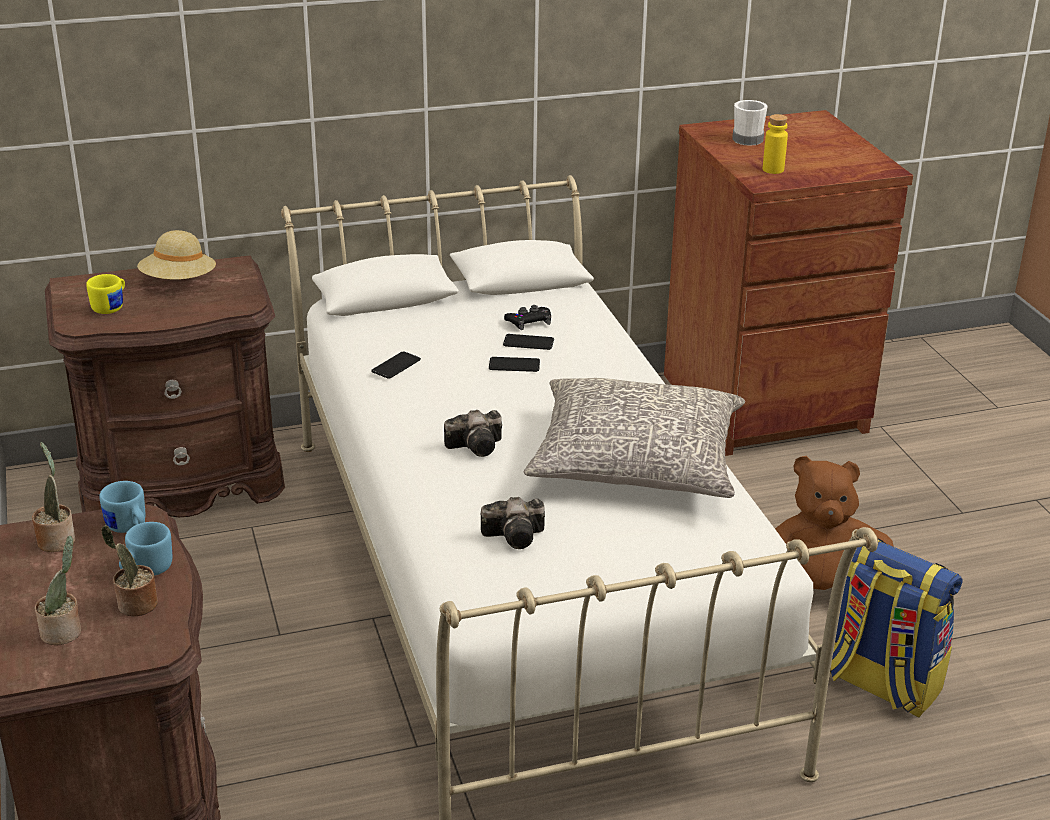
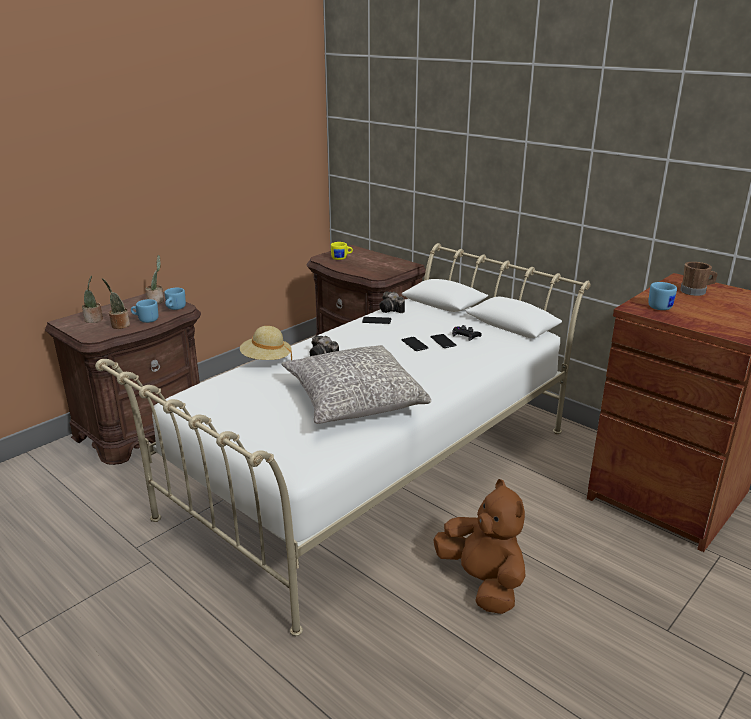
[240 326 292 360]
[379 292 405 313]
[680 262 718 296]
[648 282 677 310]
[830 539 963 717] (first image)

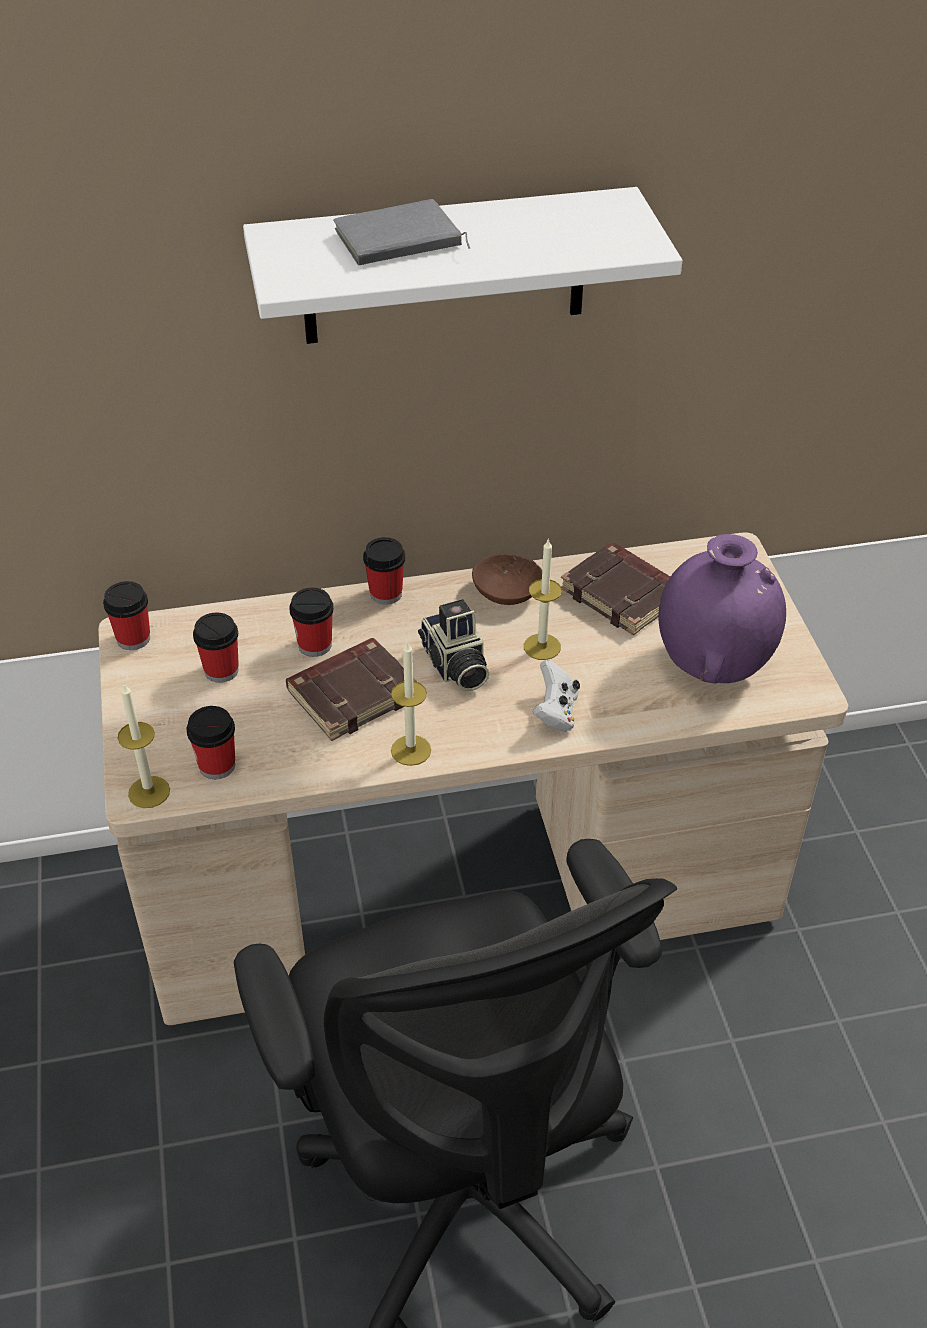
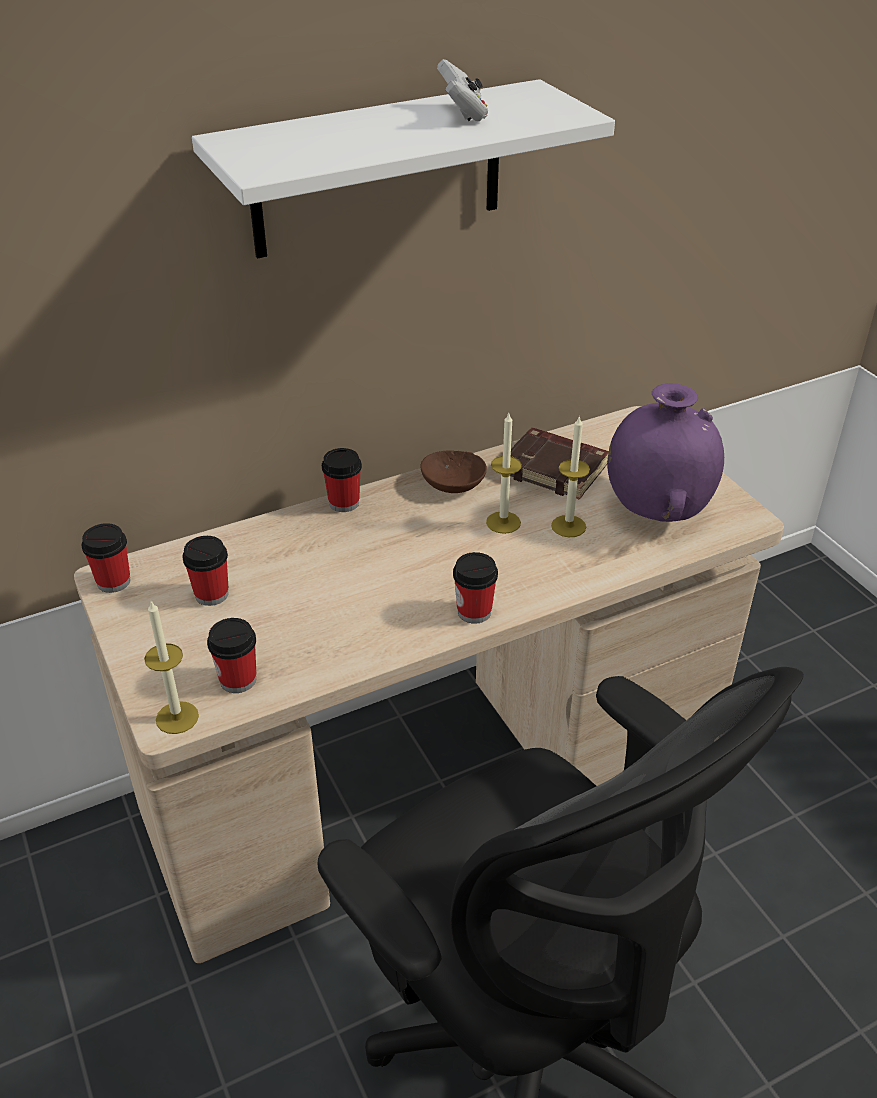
[286 638 417 741] (first image)
[453 552 498 624]
[333 199 470 265] (first image)
[551 415 590 537]
[418 599 489 691] (first image)
[437 59 488 121]

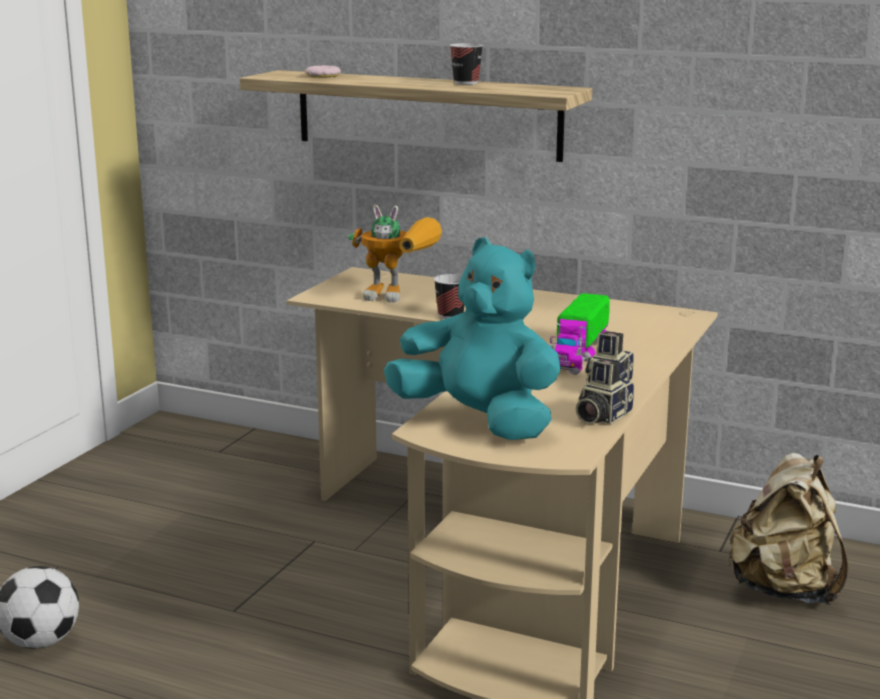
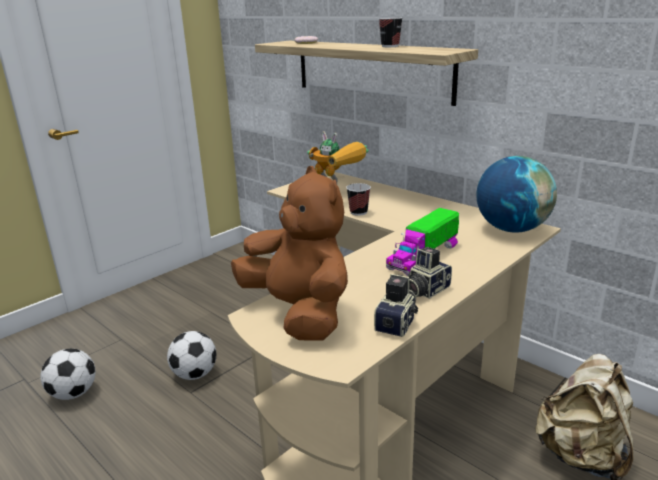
[231 166 348 341]
[374 274 418 337]
[167 331 217 380]
[476 156 557 233]

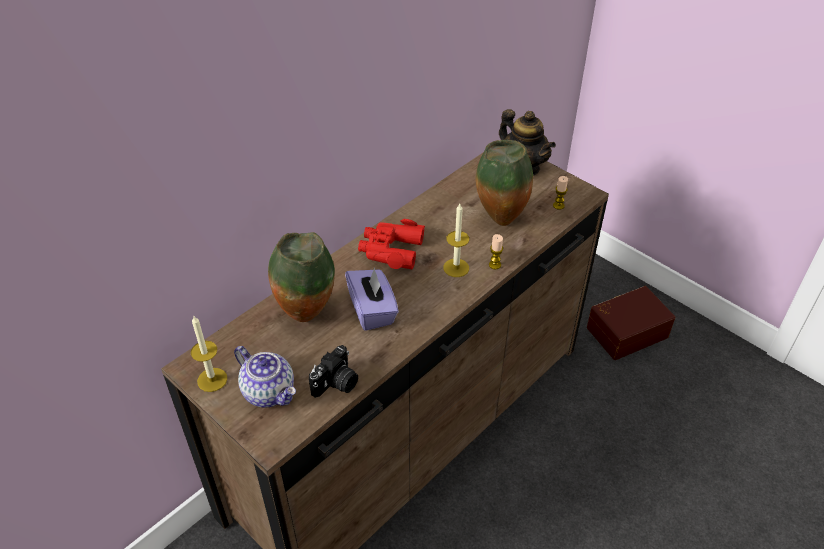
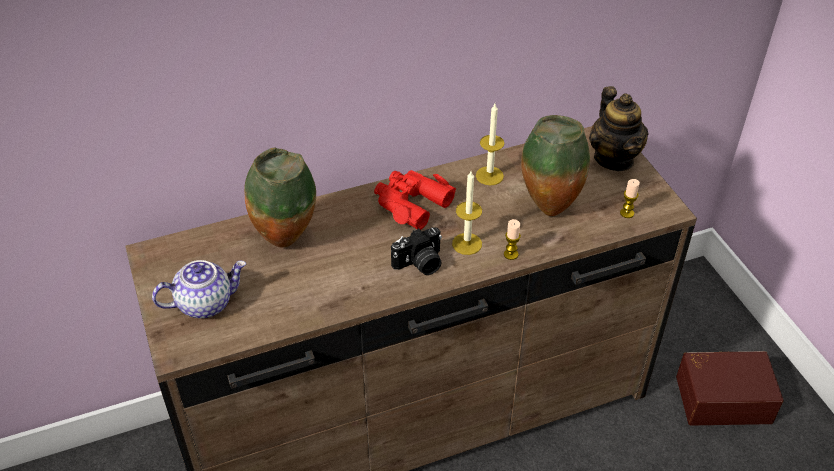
[476 104 504 185]
[152 260 246 318]
[391 227 442 275]
[345 267 399 331] (first image)

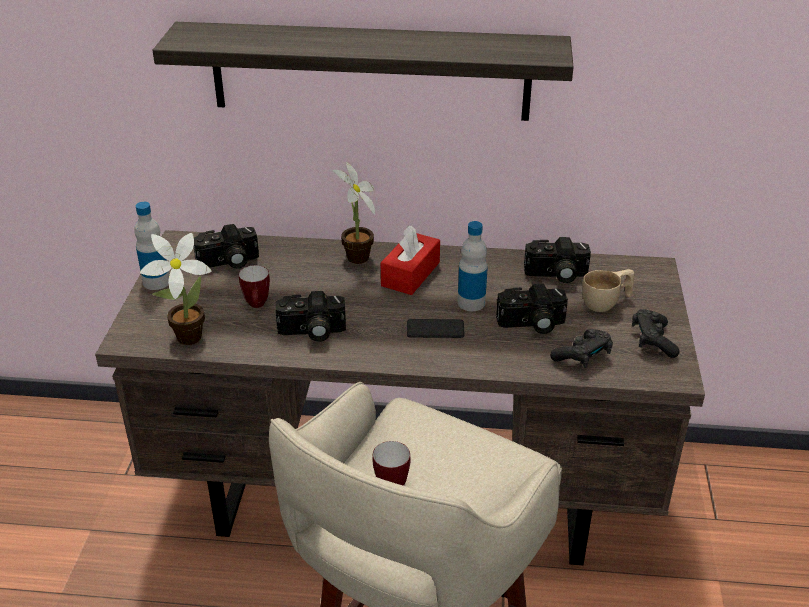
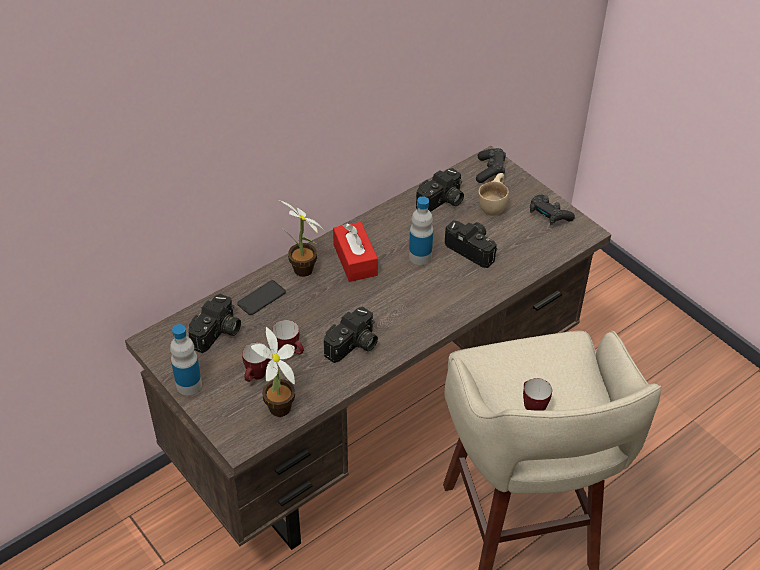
[152 22 573 121] (first image)
[237 280 286 315]
[445 220 497 268]
[476 148 506 183]
[242 343 270 382]

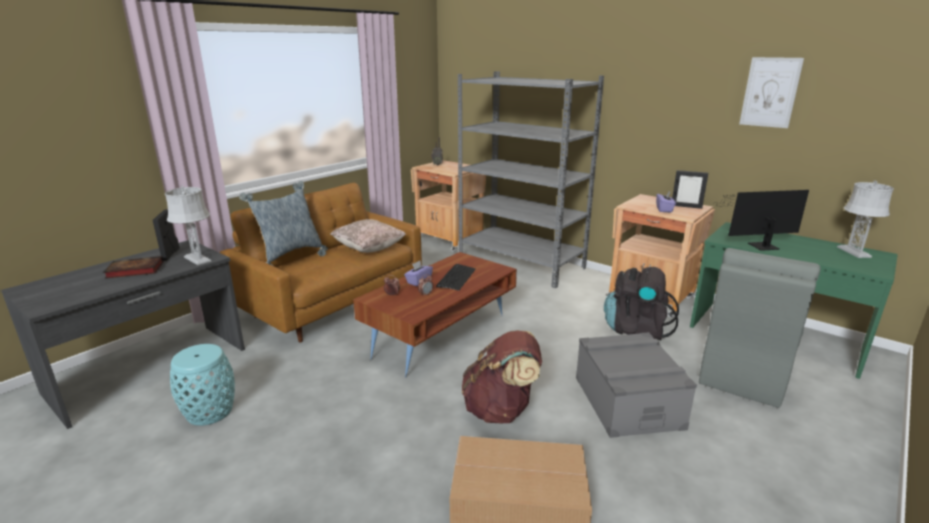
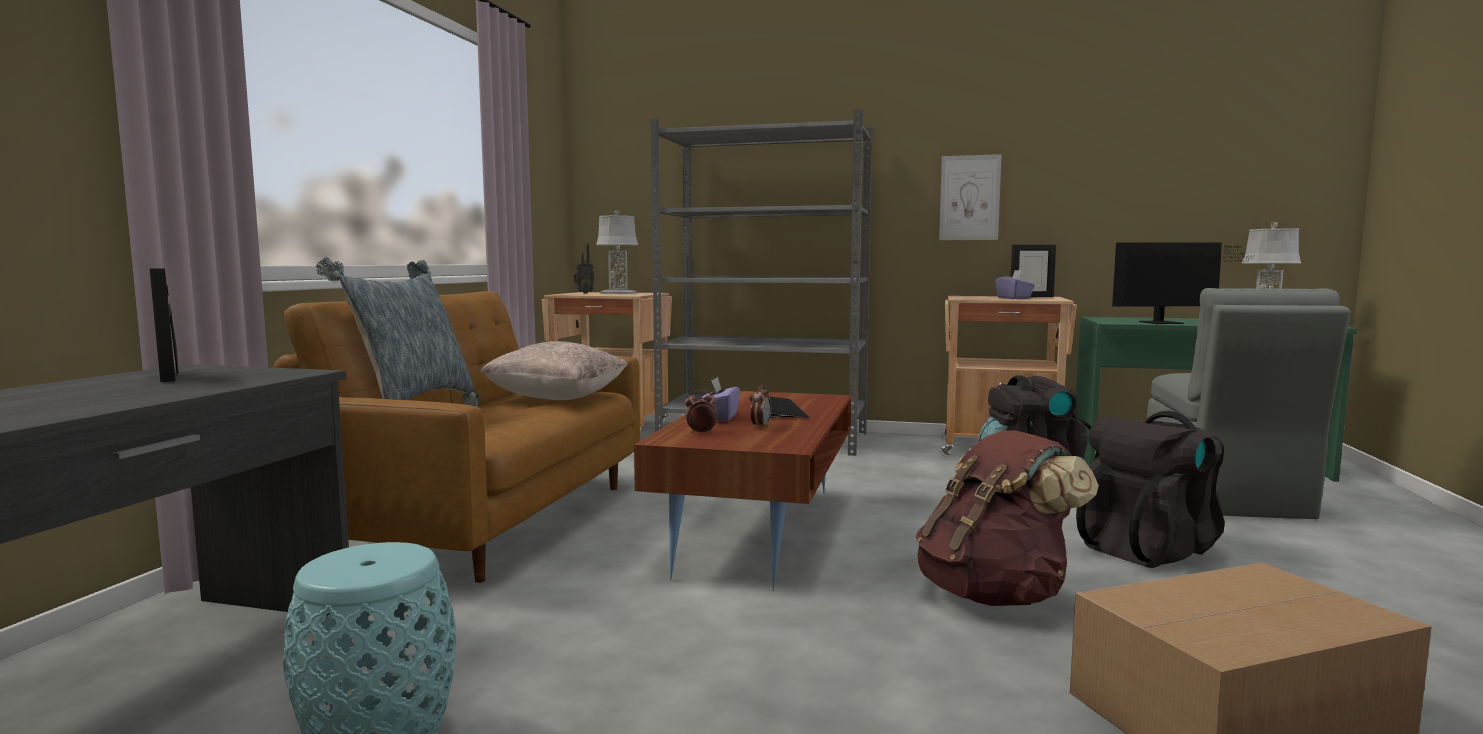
[103 256 164 279] (first image)
[596 210 638 294]
[1076 411 1225 568]
[1112 242 1254 324]
[939 154 1002 240]

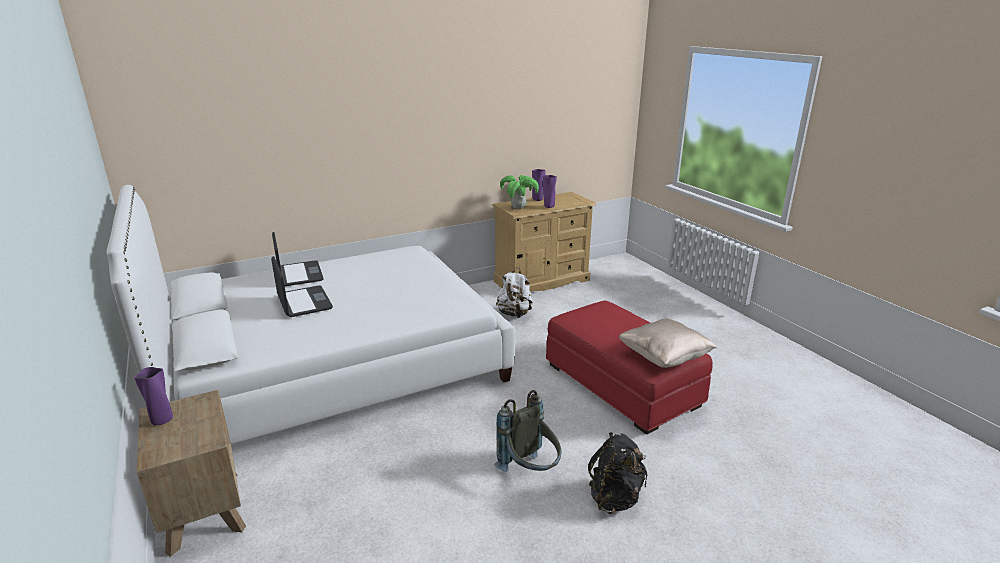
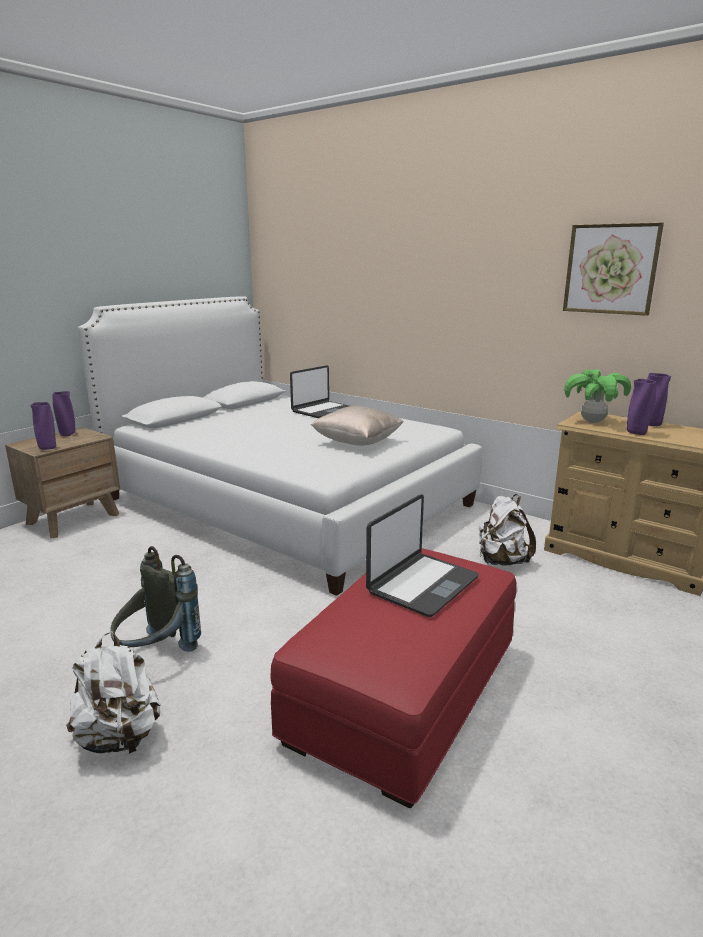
[366 494 479 617]
[66 632 161 754]
[311 406 404 446]
[30 402 56 450]
[563 223 664 316]

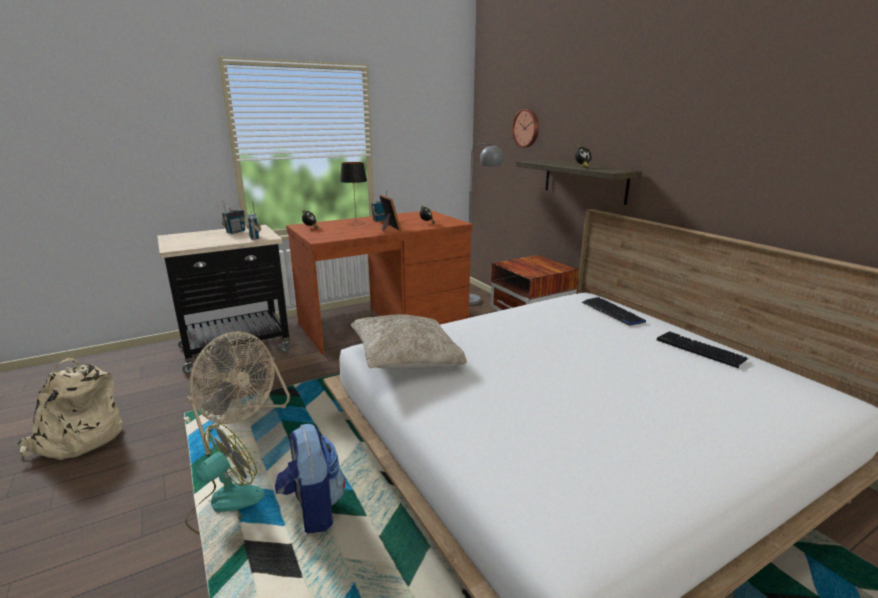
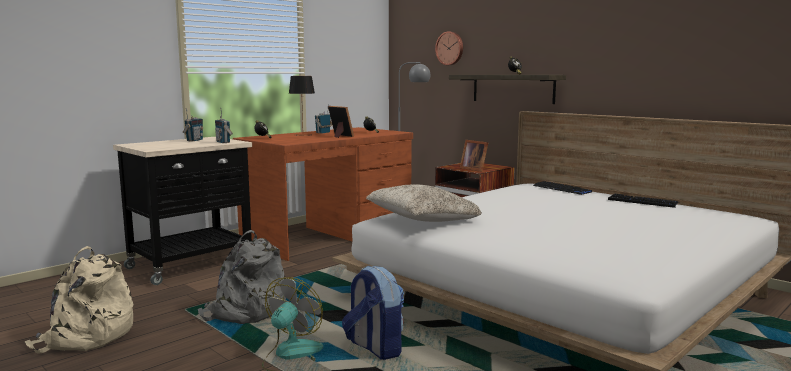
[198 230 286 324]
[460 140 488 172]

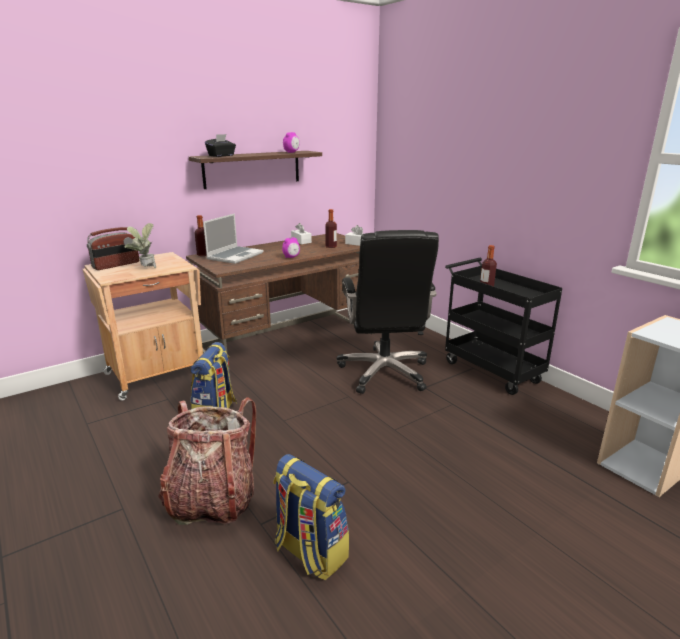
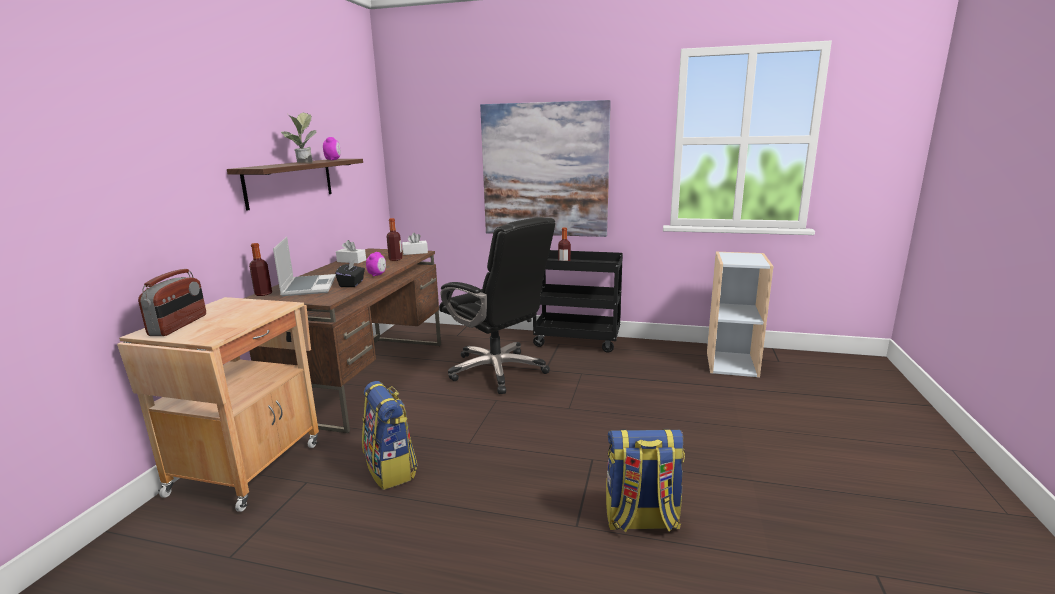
[281 113 317 163]
[158 397 256 525] (first image)
[335 260 365 287]
[480 100 611 237]

